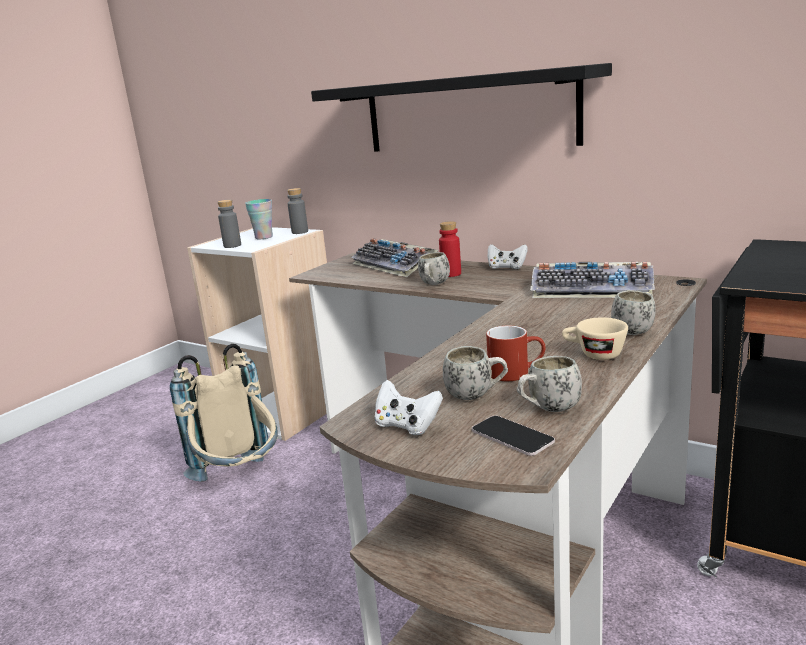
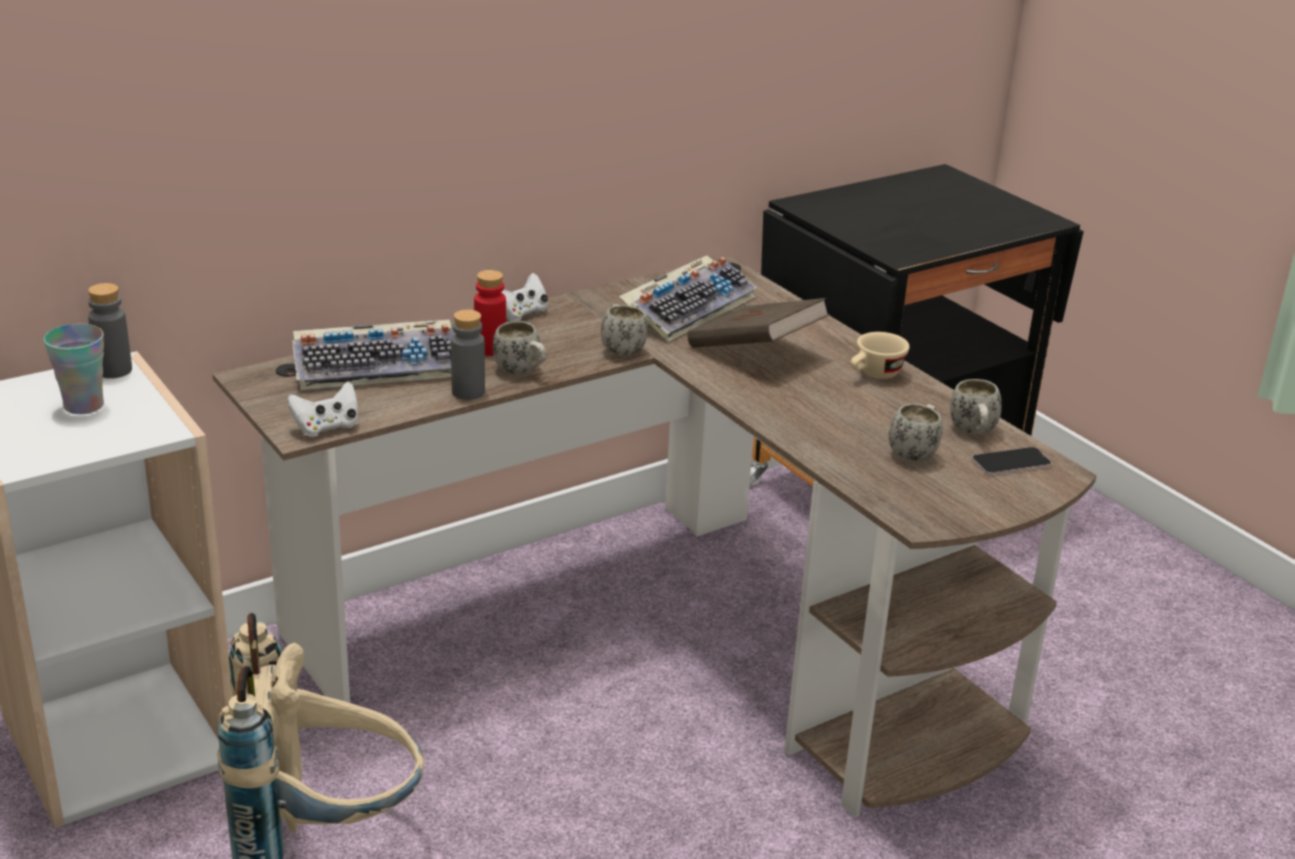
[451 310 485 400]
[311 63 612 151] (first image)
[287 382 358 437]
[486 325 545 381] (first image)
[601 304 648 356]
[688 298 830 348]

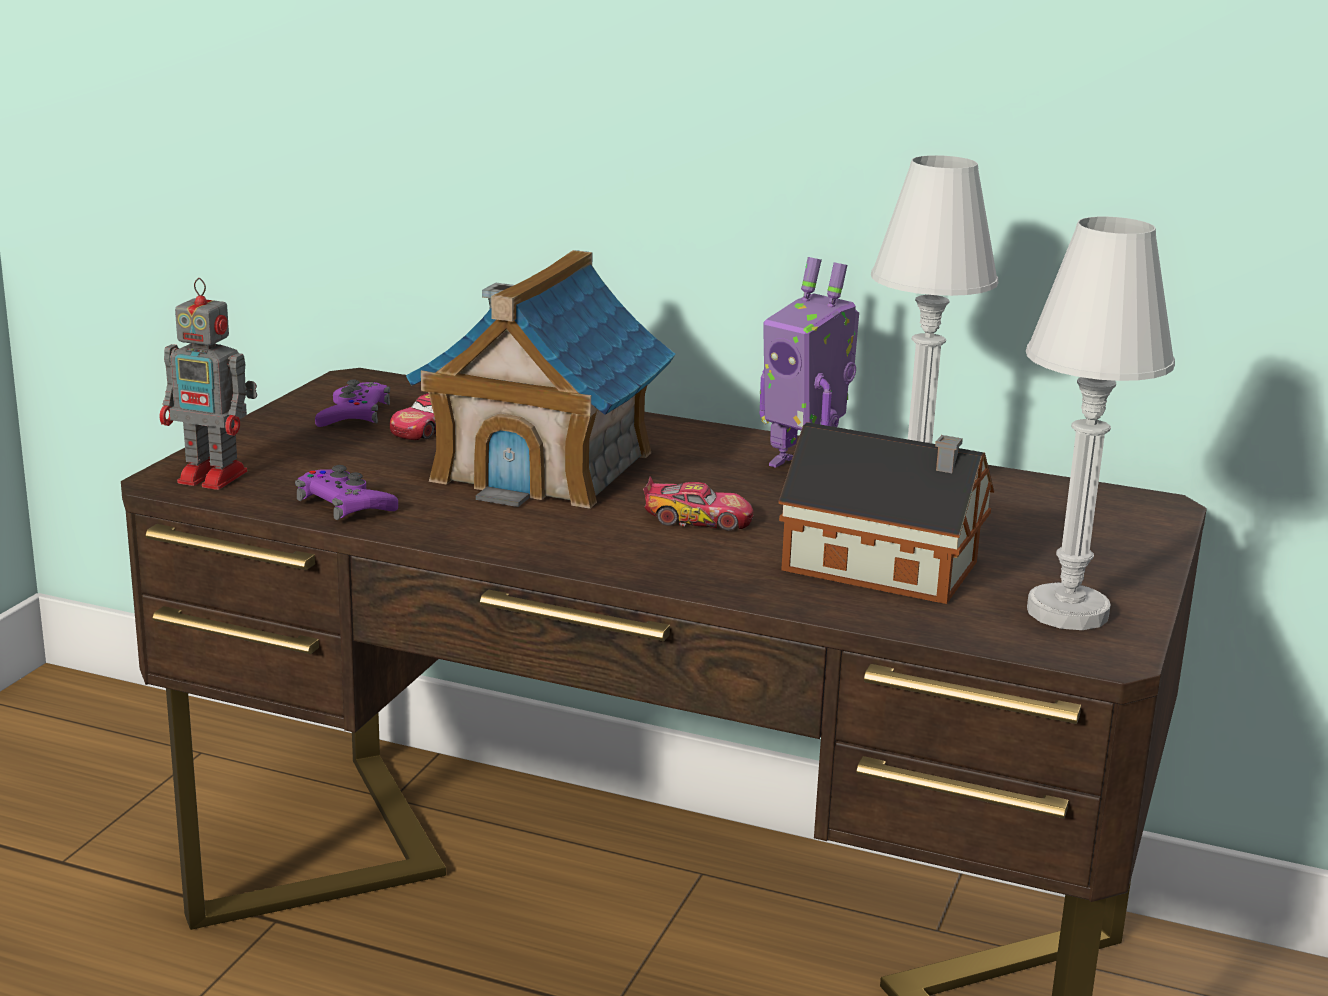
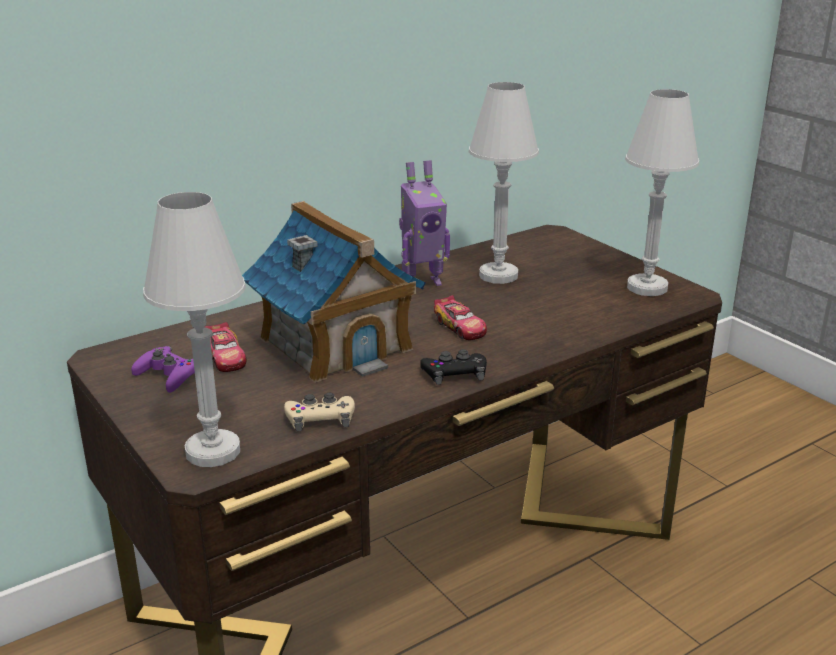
[143 192 246 467]
[284 392 355 431]
[434 295 487 340]
[778 422 994 604] (first image)
[420 349 487 385]

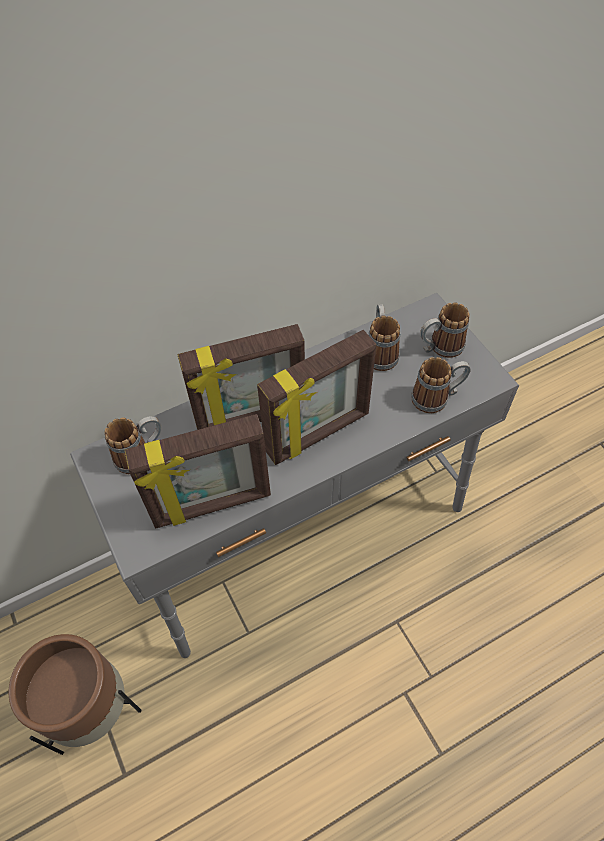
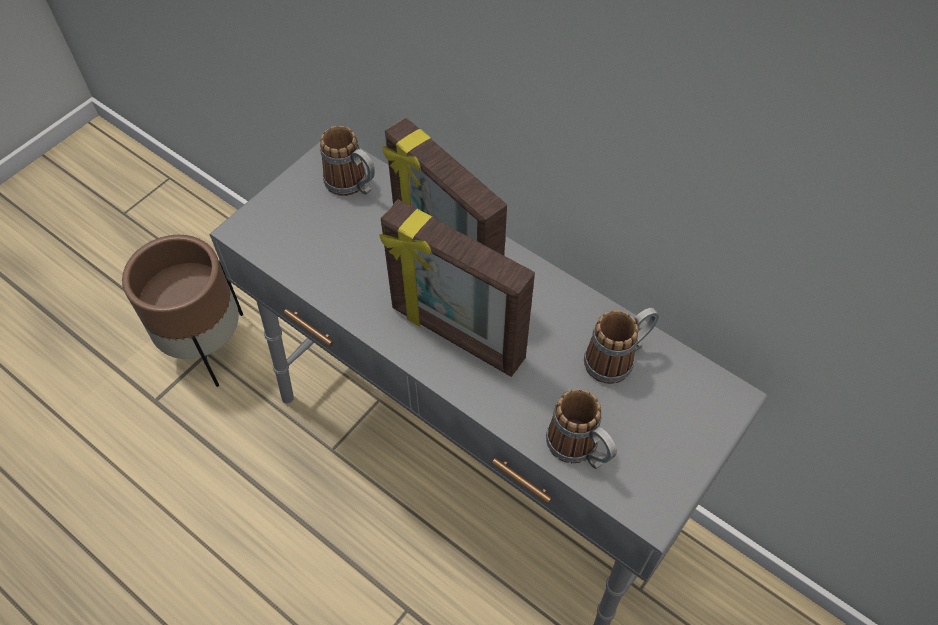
[124 414 271 528] (first image)
[420 302 470 358] (first image)

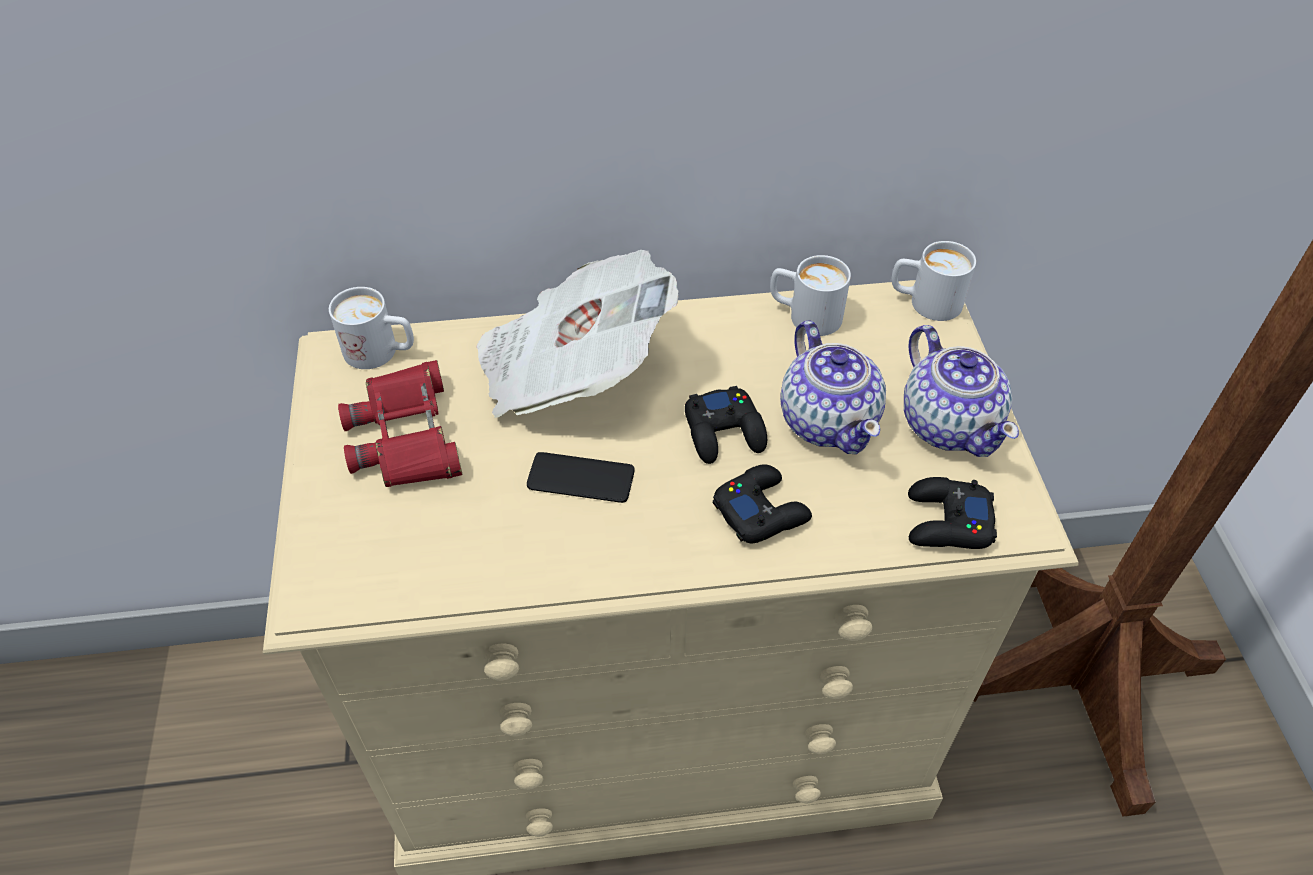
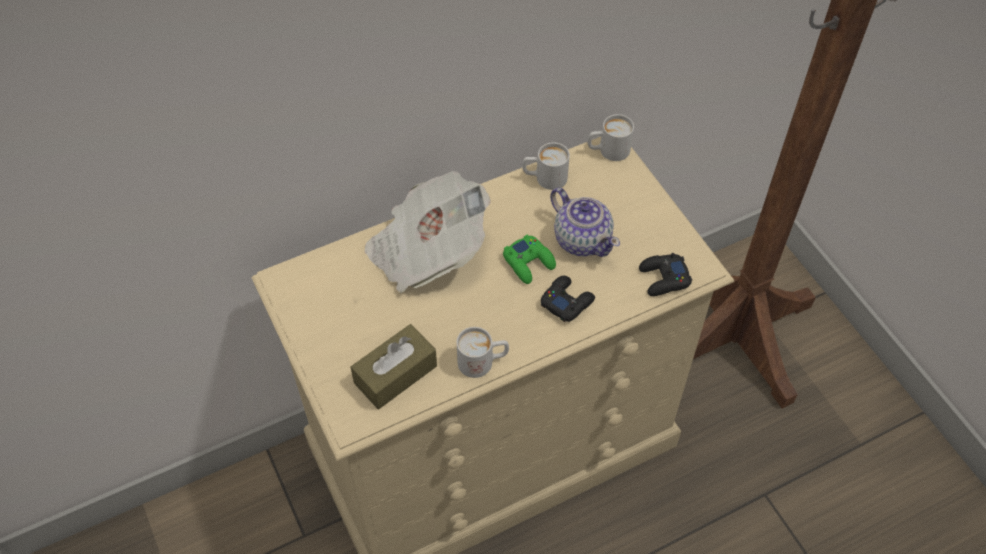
[456 327 509 378]
[338 360 462 487] (first image)
[527 452 635 503] (first image)
[503 234 556 284]
[904 325 1019 457] (first image)
[350 324 437 409]

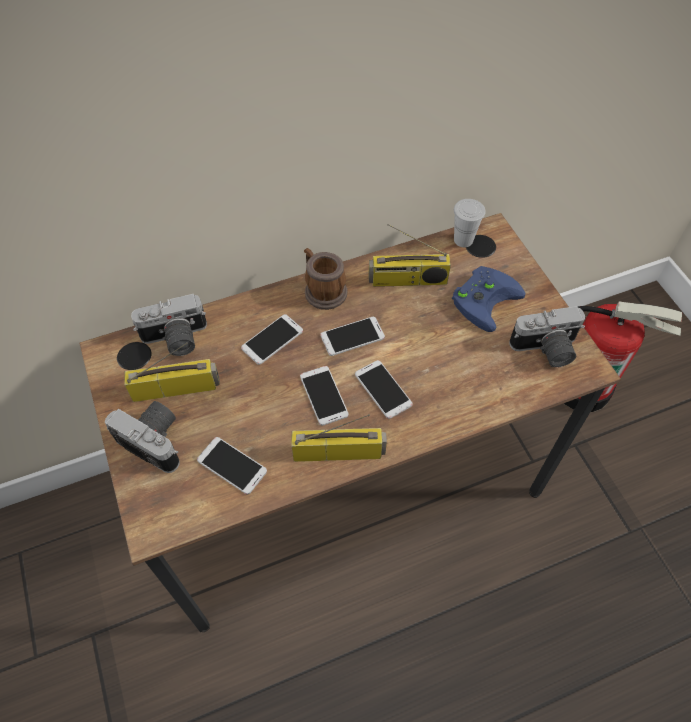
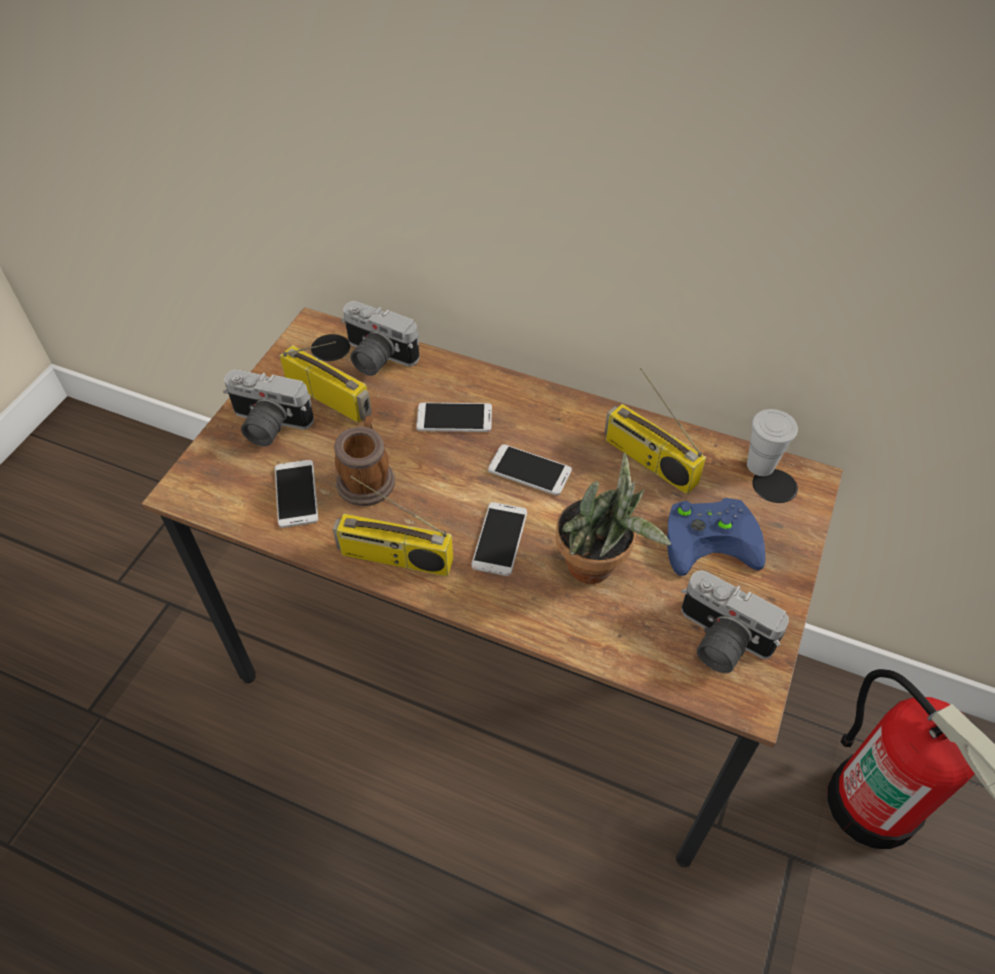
[223 370 314 446]
[333 476 453 576]
[300 366 349 426] (first image)
[334 416 395 506]
[556 452 671 584]

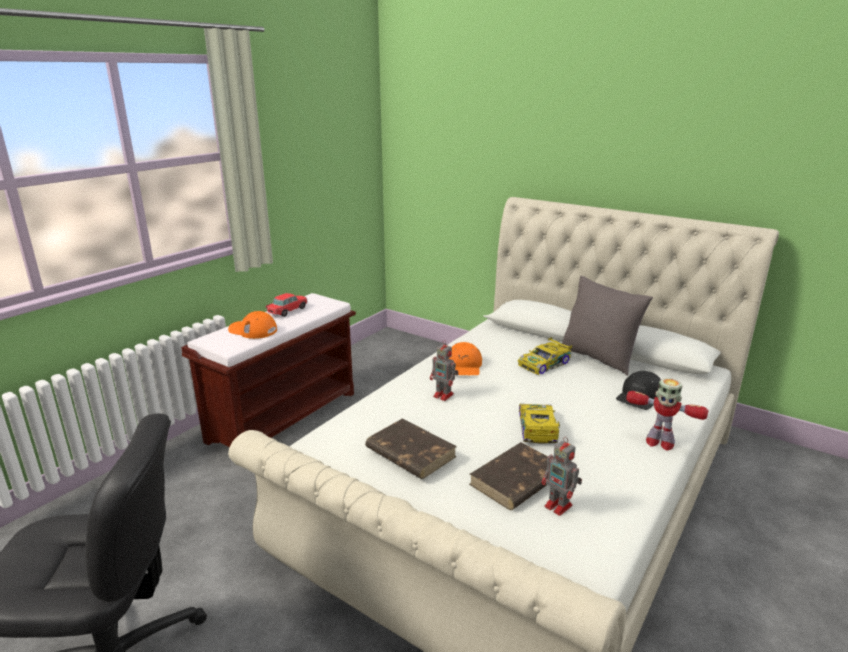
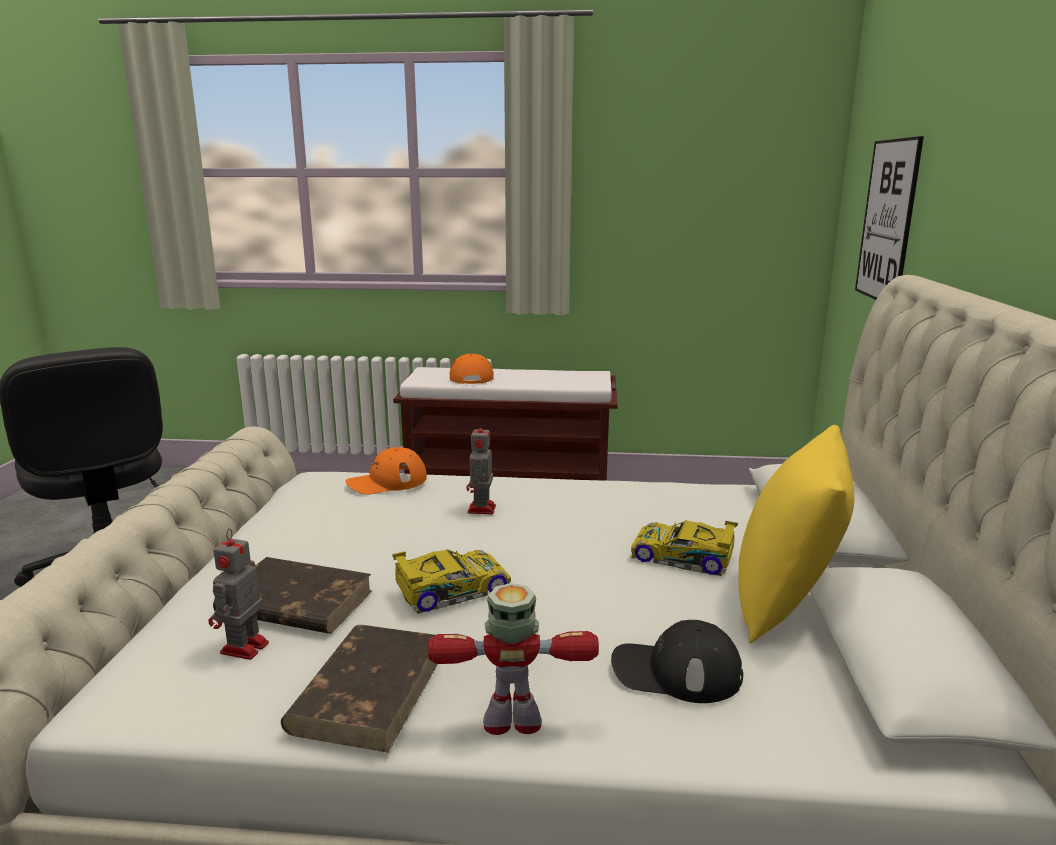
[266 293 308 317] (first image)
[281 625 438 753]
[345 447 427 495]
[738 425 854 643]
[428 583 599 735]
[855 136 924 300]

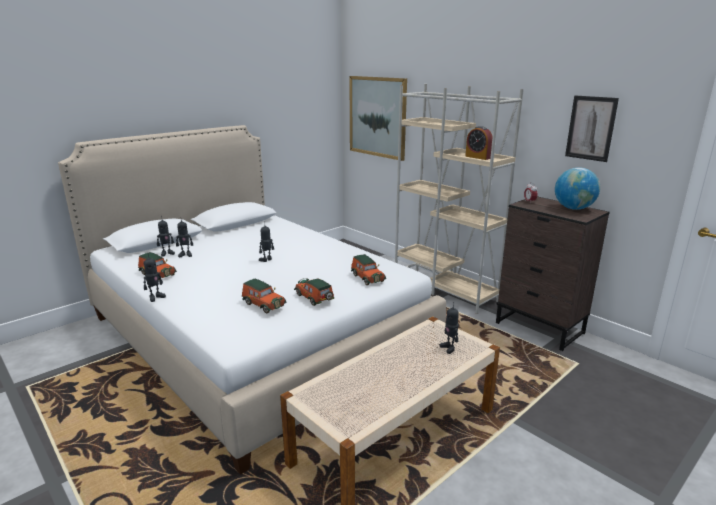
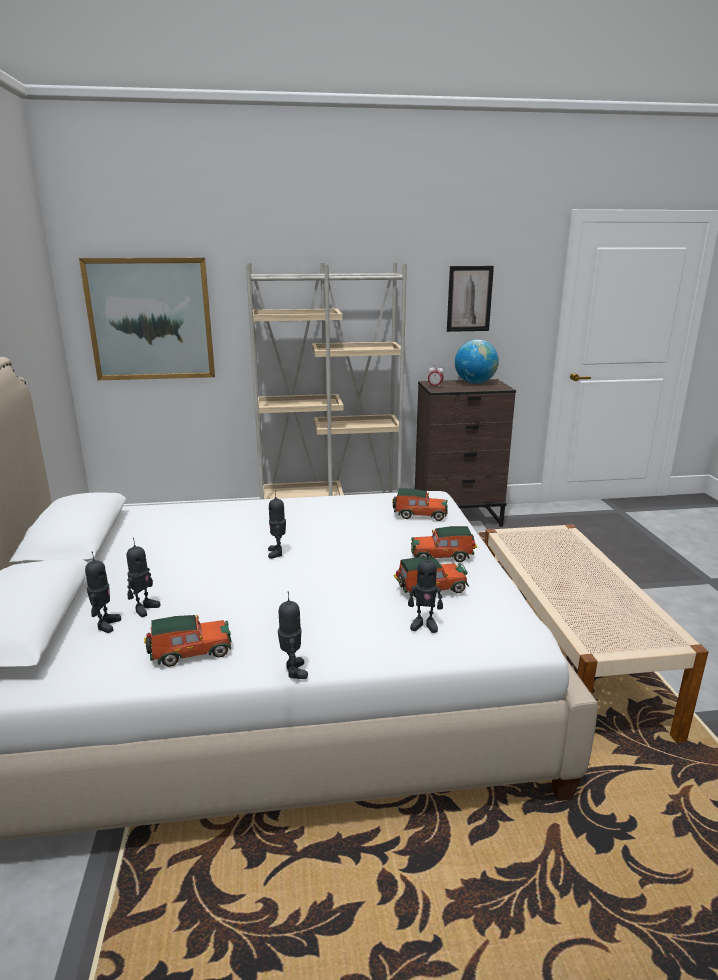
[408 551 443 633]
[465 126 493 160] (first image)

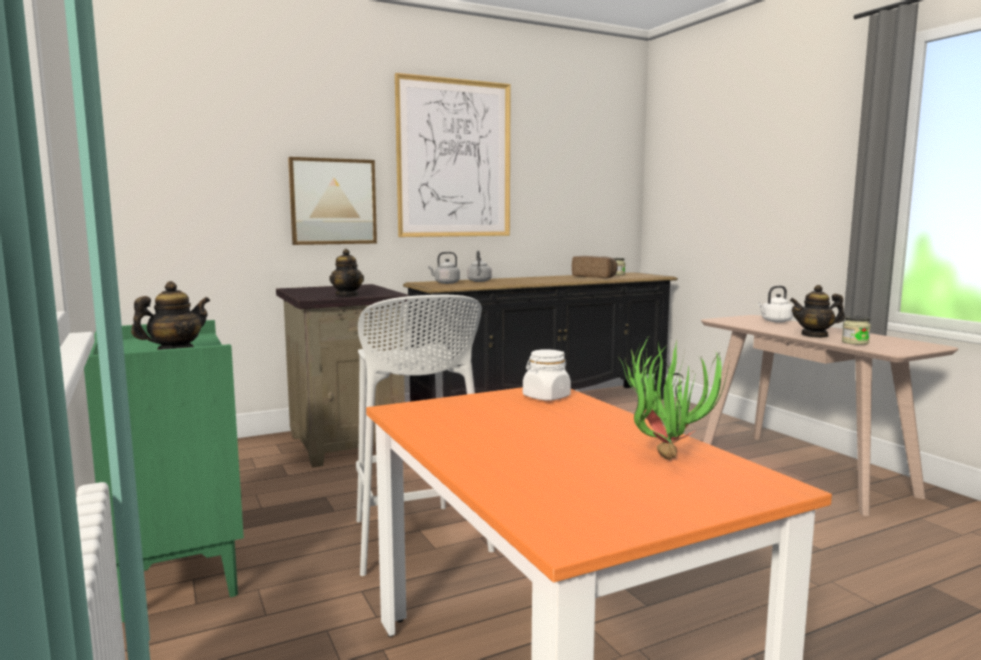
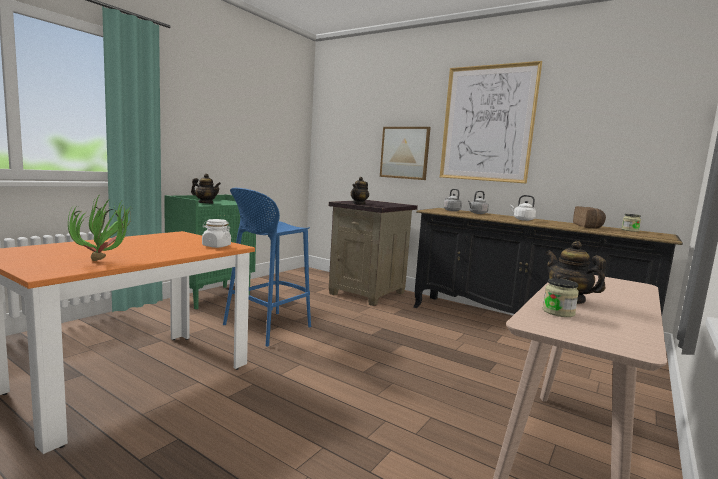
[223 188 311 347]
[510 195 536 221]

